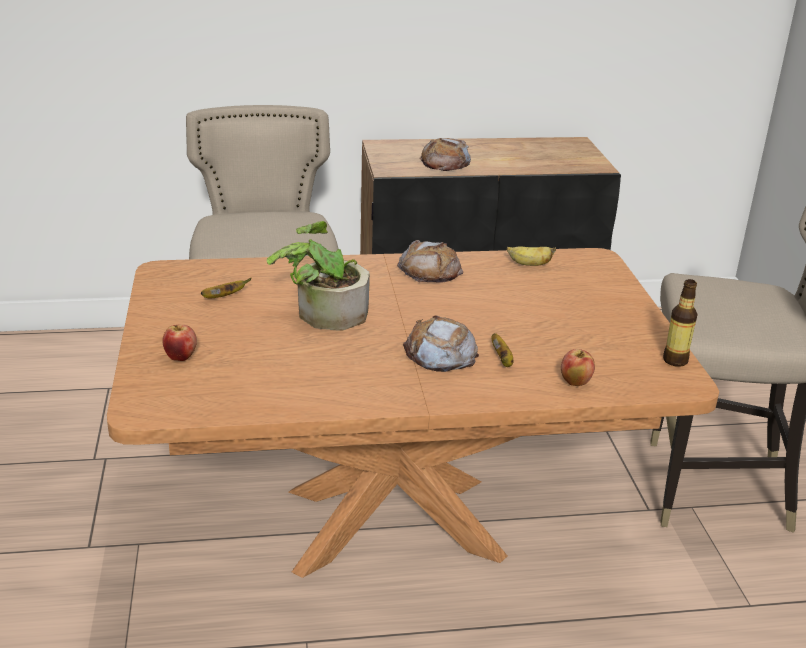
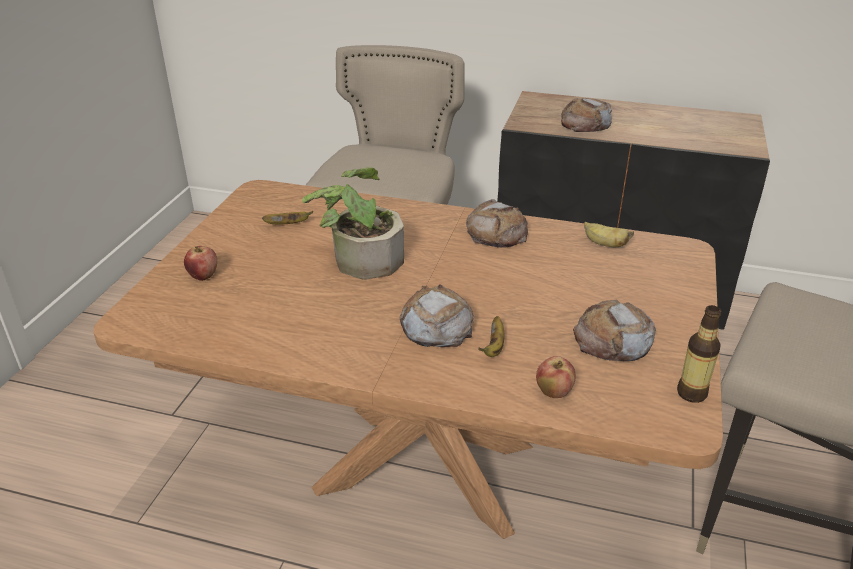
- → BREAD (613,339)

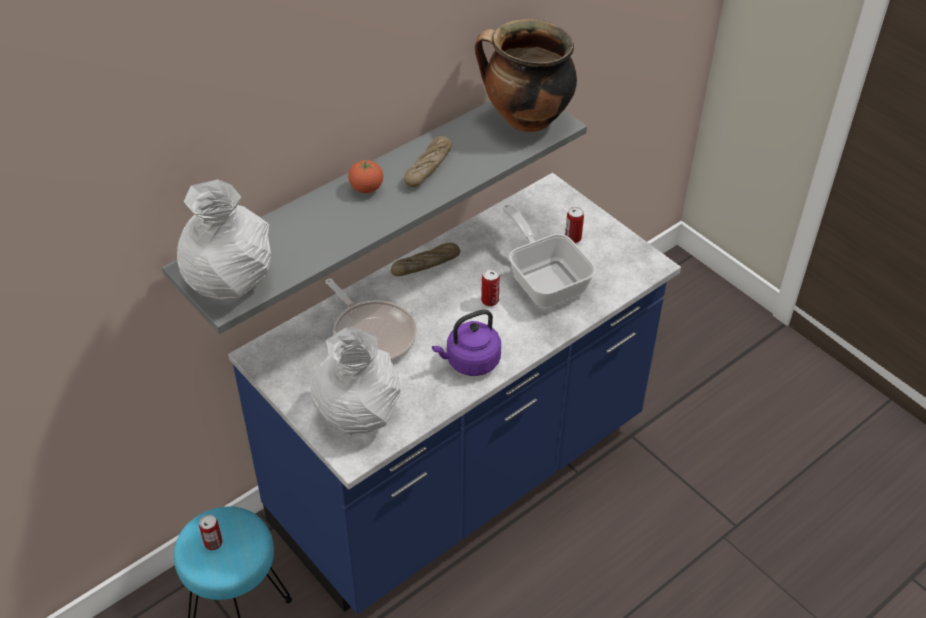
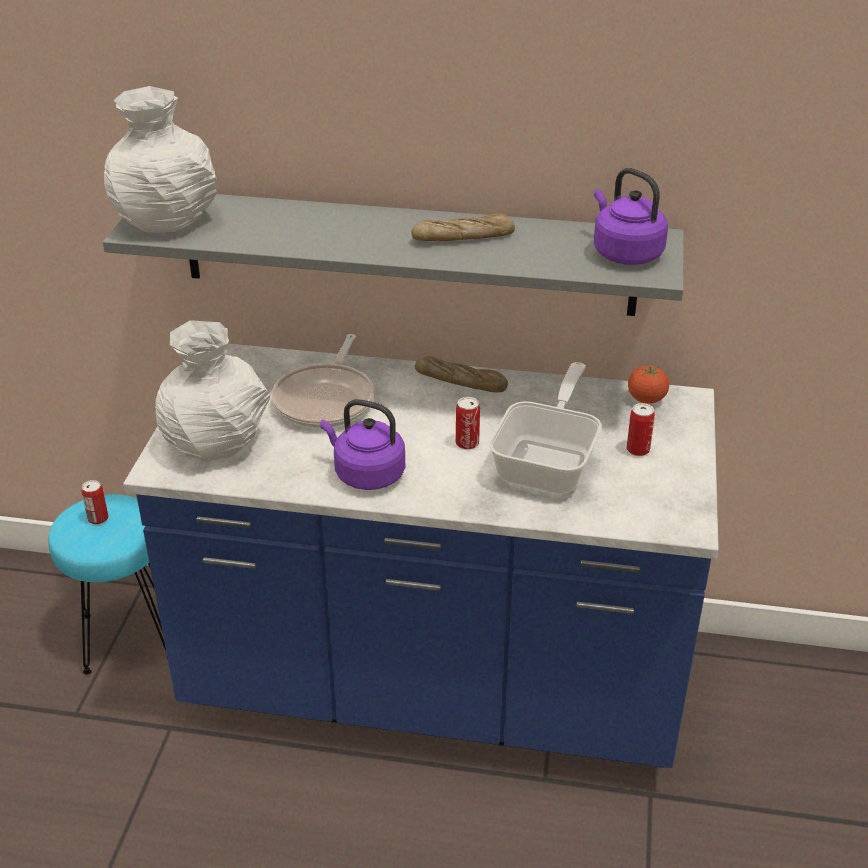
WHOLE TOMATO (366,188) → WHOLE TOMATO (646,399), relocated
COOKING POT (525,120) → PURPLE TEA KETTLE (624,253)

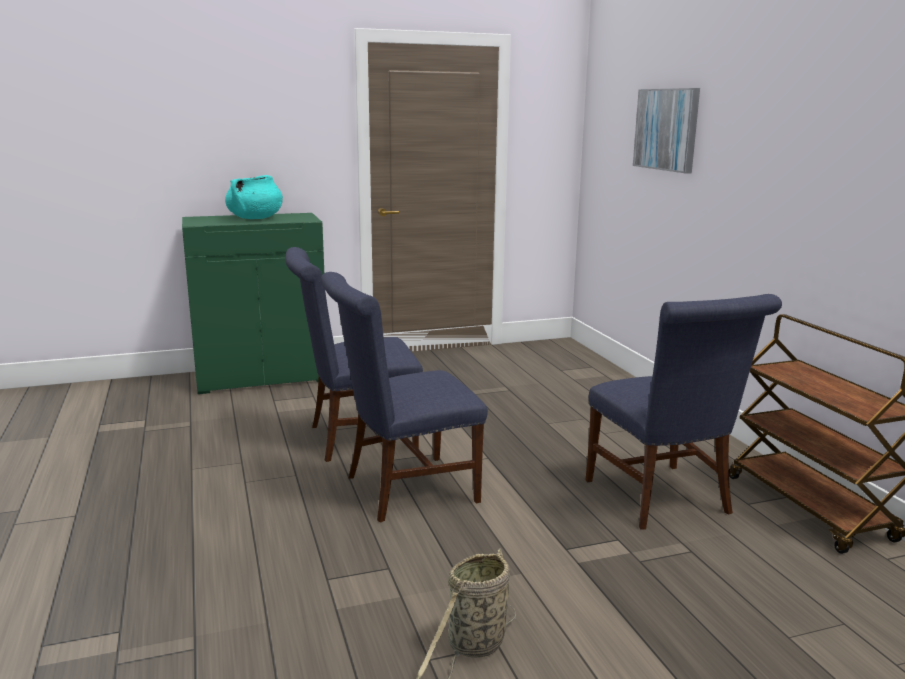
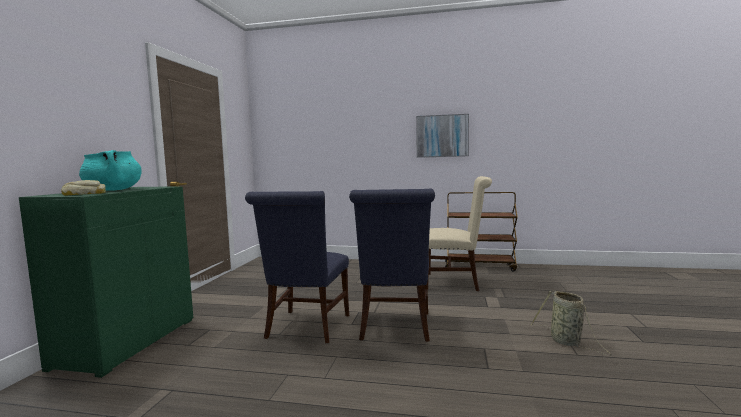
BLUE CHAIR (662,500) → BEIGE CHAIR (456,282)
PICTURE (666,129) → PICTURE (442,136), relocated
- → BREAD (84,194)

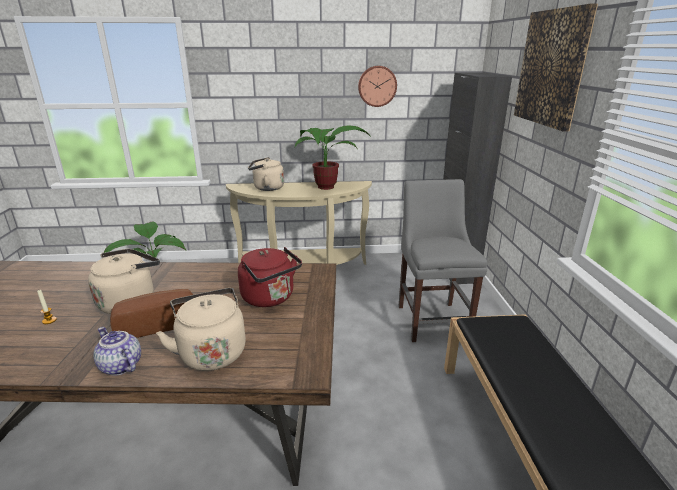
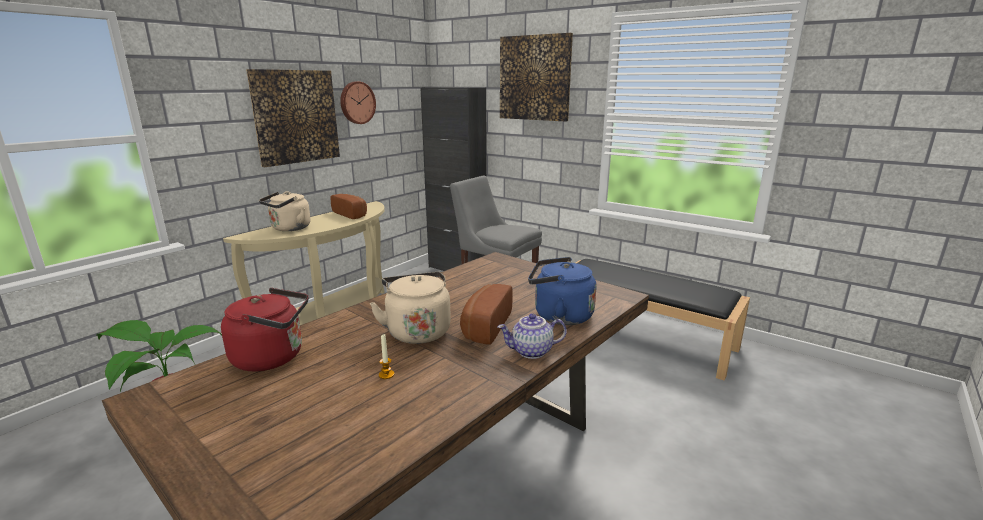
BEIGE TEA KETTLE (211,351) → BLUE TEA KETTLE (559,316)
REDDISH TEA KETTLE (270,298) → REDDISH TEA KETTLE (273,357), relocated
POTTED PLANT (326,188) → BREAD (352,214)
- → PICTURE (295,116)

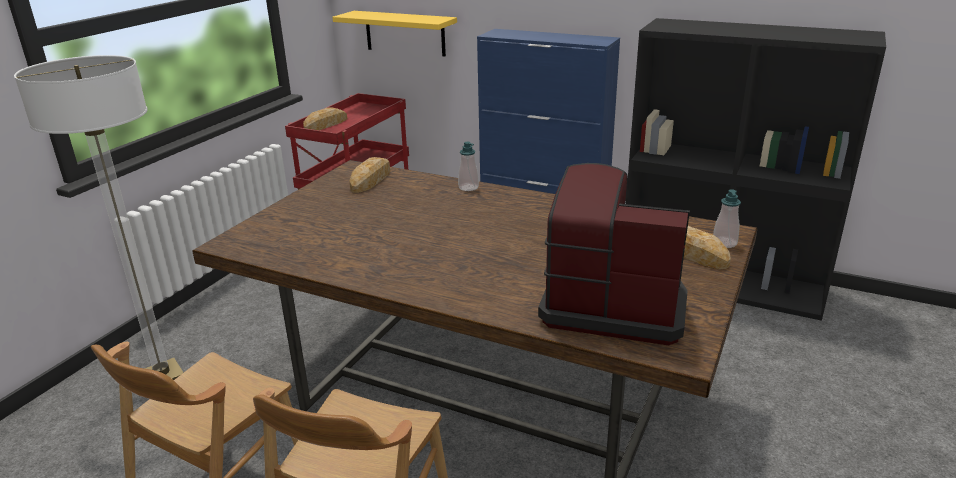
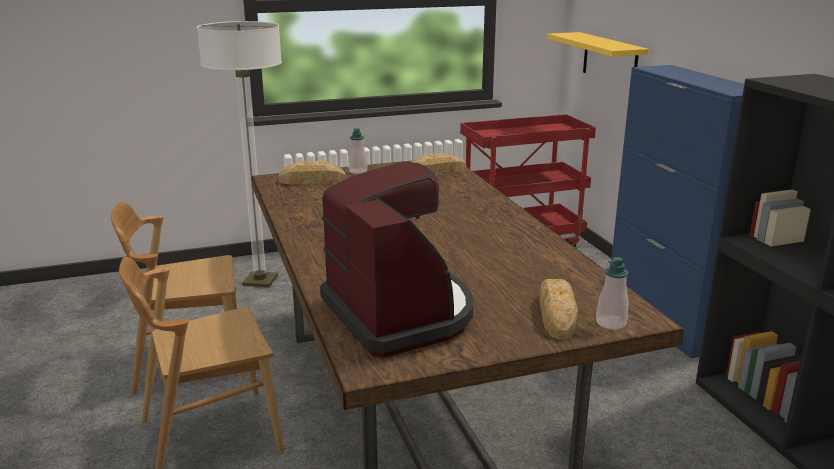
BREAD (326,124) → BREAD (312,180), relocated
LIQUID SOAP BOTTLE (468,187) → LIQUID SOAP BOTTLE (358,171), relocated

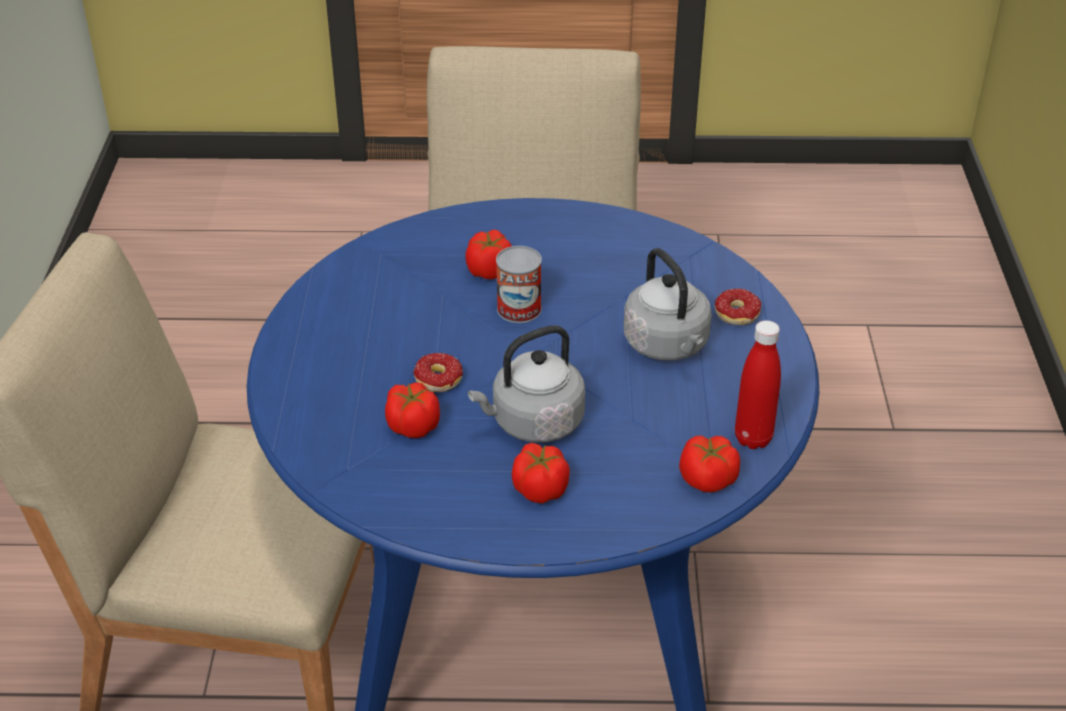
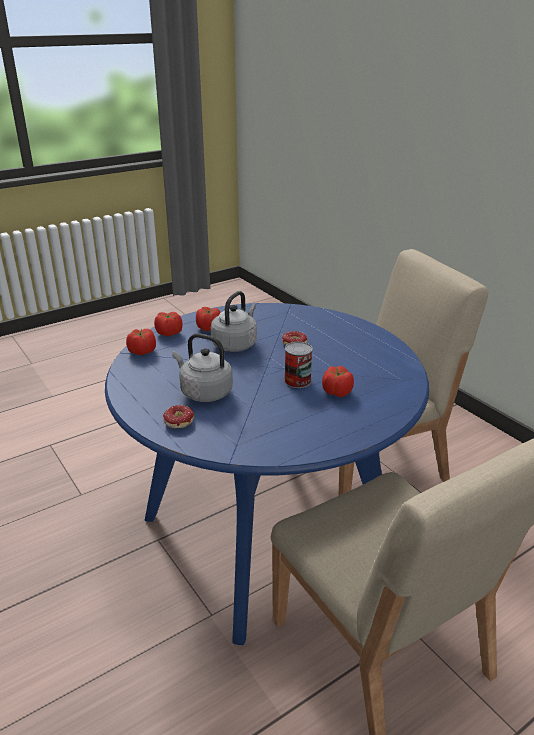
WHOLE TOMATO (413,426) → WHOLE TOMATO (169,333), relocated
REDDISH BOTTLE (753,438) → -

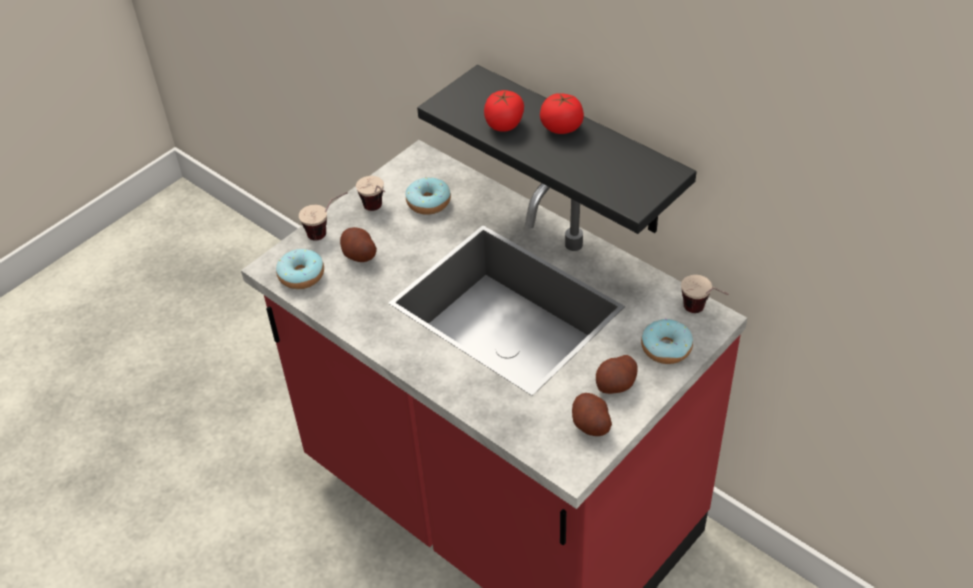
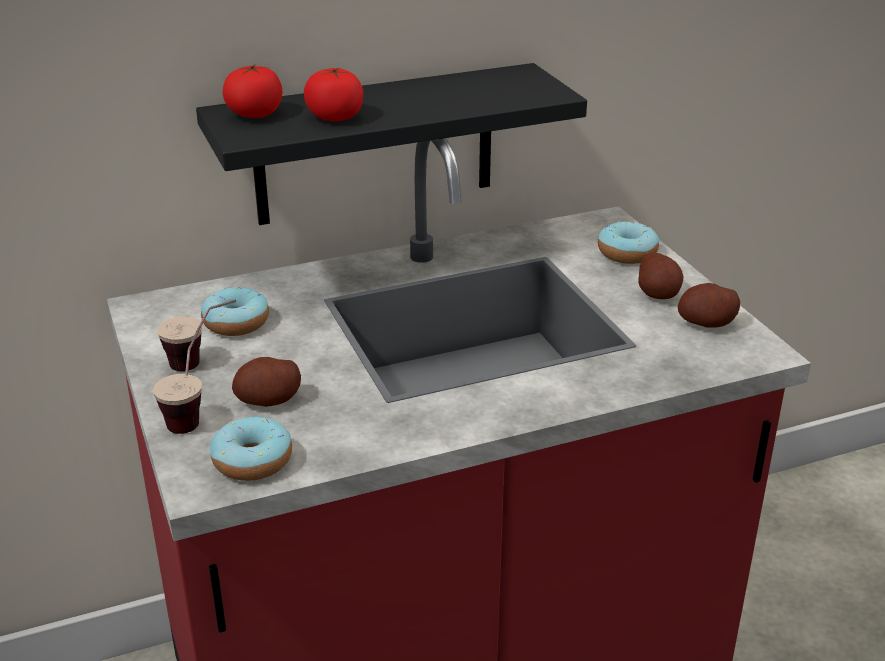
WHOLE TOMATO (561,127) → WHOLE TOMATO (255,114), relocated
CUP (702,313) → -

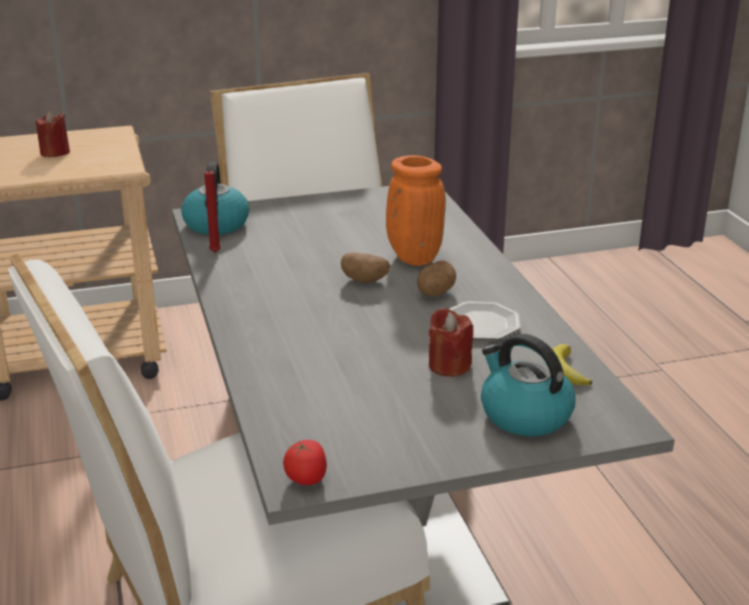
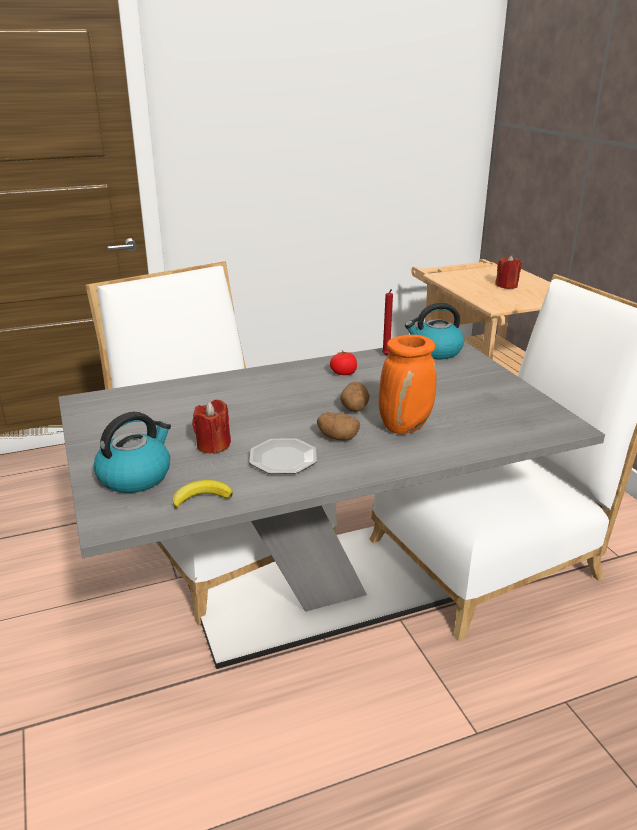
WHOLE TOMATO (306,478) → WHOLE TOMATO (343,373), relocated

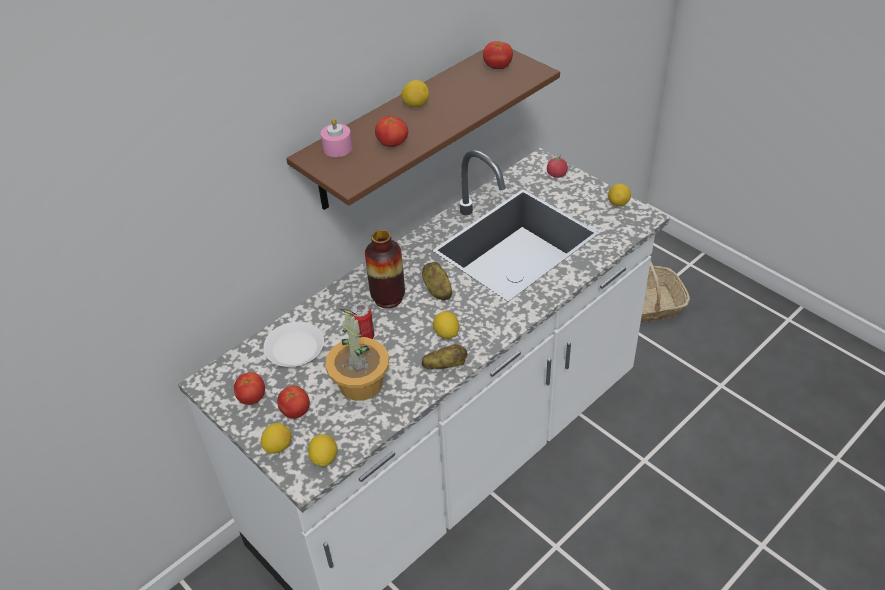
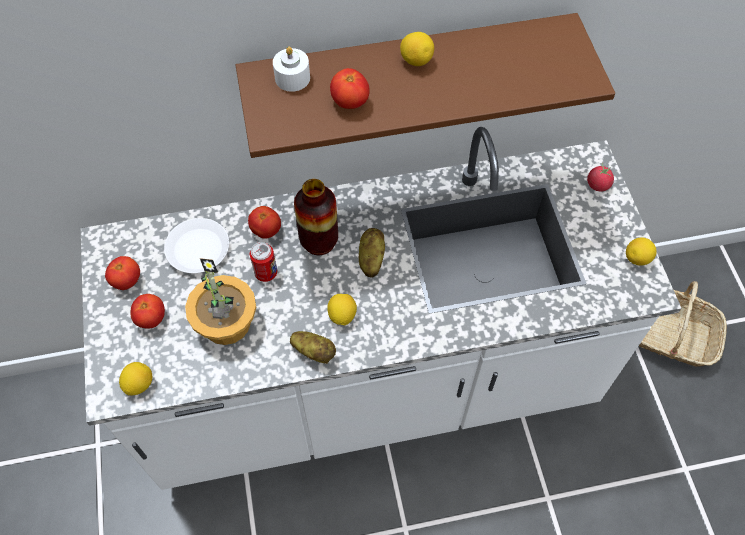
CITRUS FRUIT (278,446) → -
PINK-COLOURED CANDLE (337,148) → WHITISH CANDLE (292,78)
WHOLE TOMATO (498,67) → WHOLE TOMATO (266,230), relocated

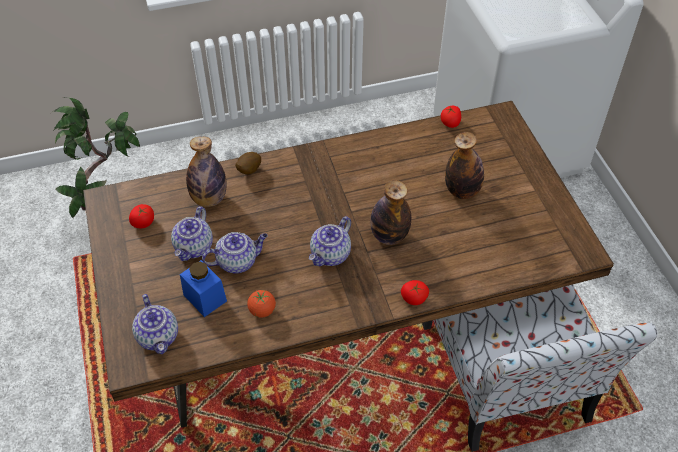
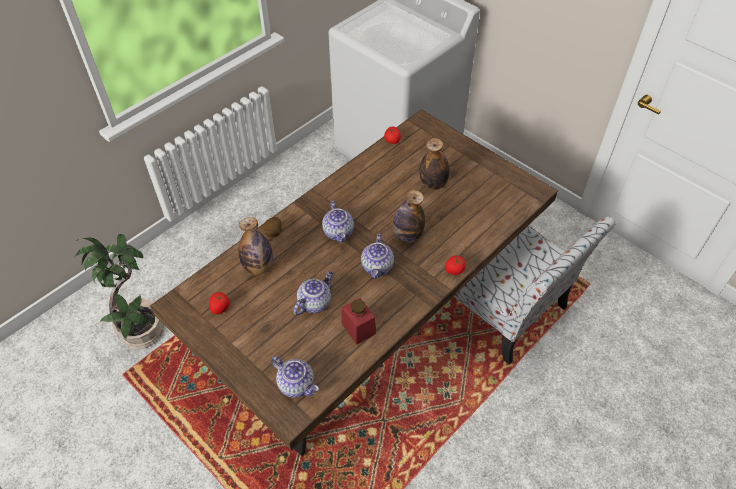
TEA POT (194,247) → TEA POT (339,232), relocated
BLUE JAR (205,298) → -
WHOLE TOMATO (262,310) → REDDISH JAR (358,328)

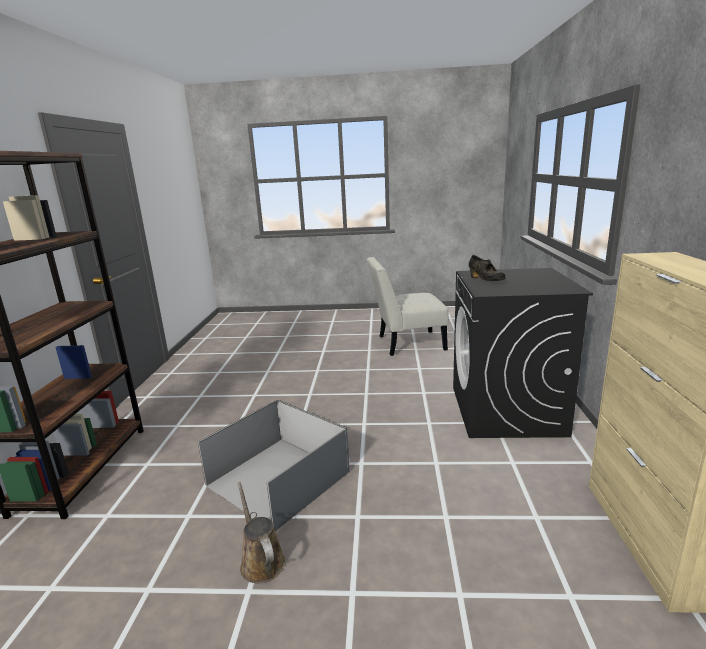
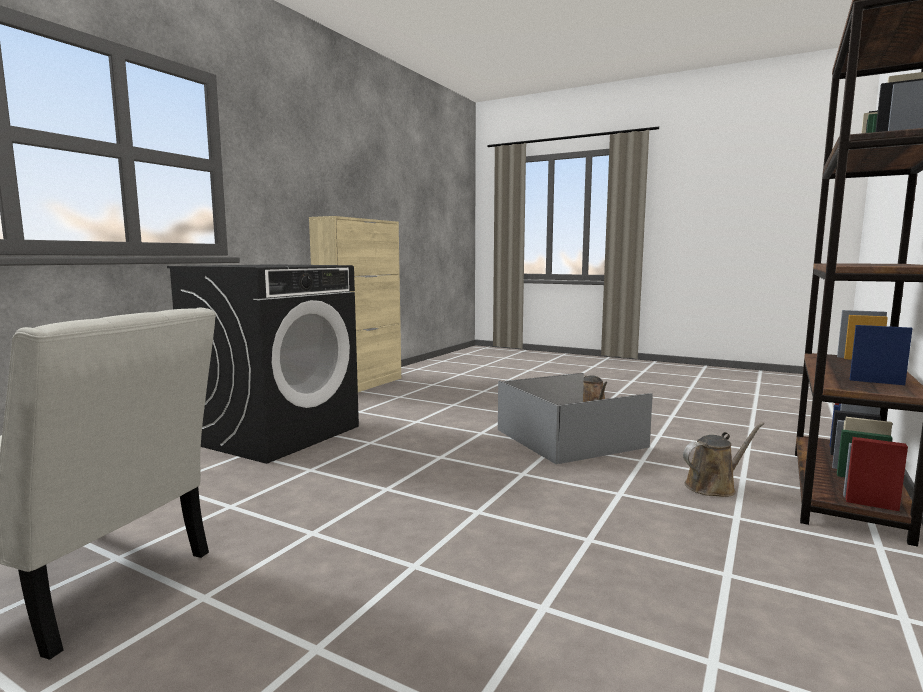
BLACK-COLOURED ITEM OF FOOTWEAR (485,280) → -
- → BROWN-COLOURED SPRINKLING CAN (714,486)

